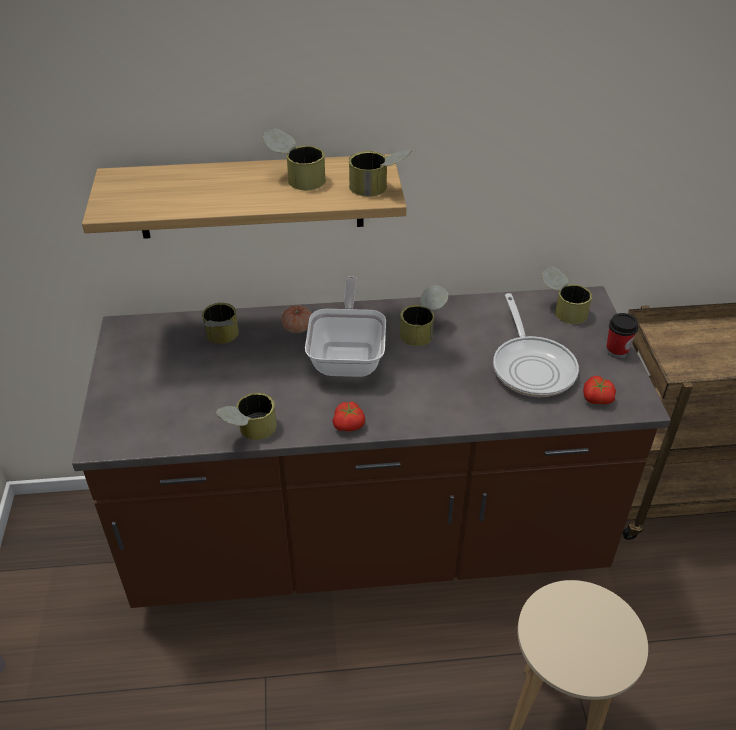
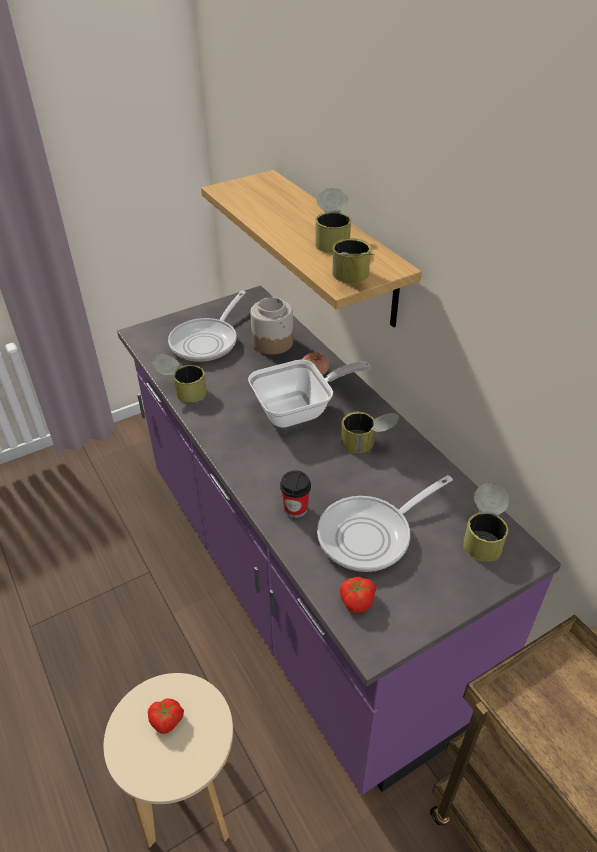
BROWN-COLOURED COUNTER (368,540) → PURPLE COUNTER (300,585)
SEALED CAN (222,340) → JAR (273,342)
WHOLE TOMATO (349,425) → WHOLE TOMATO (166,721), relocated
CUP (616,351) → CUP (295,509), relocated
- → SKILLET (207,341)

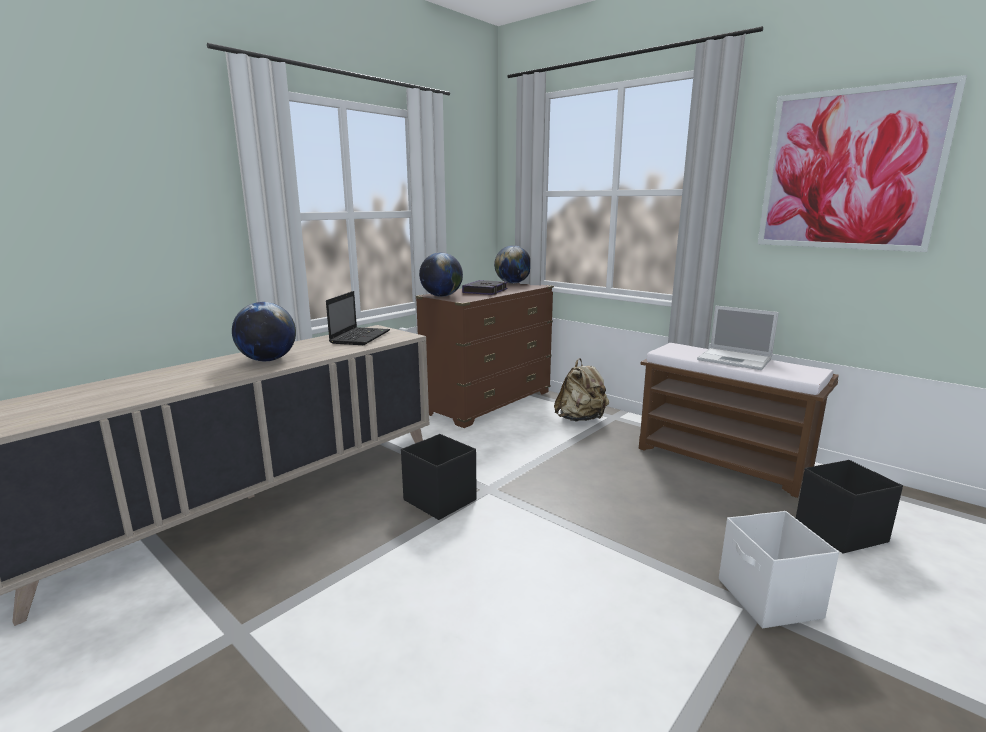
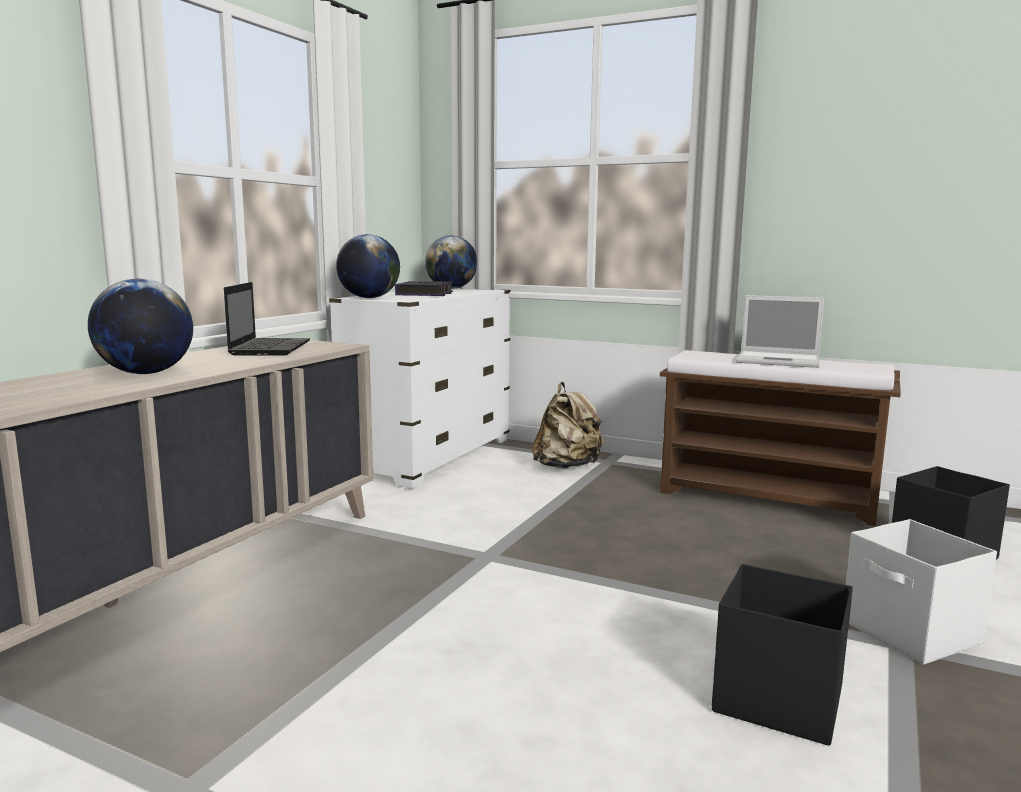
BLACK-COLOURED STORAGE BOX (439,499) → BLACK-COLOURED STORAGE BOX (776,699), relocated
BROWN-COLOURED DRESSER (488,403) → WHITISH DRESSER (430,457)
PICTURE (849,170) → -

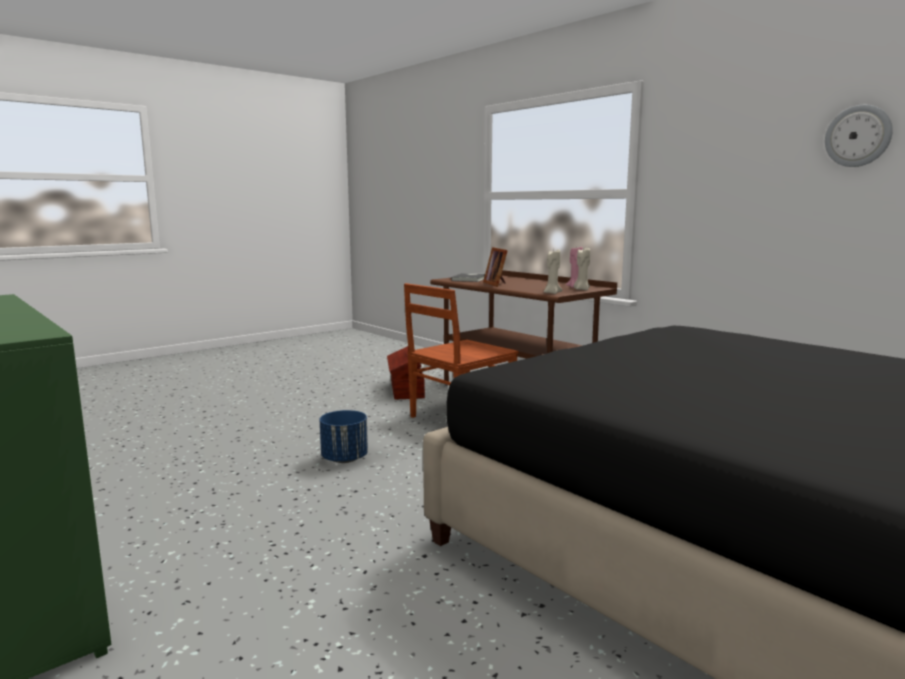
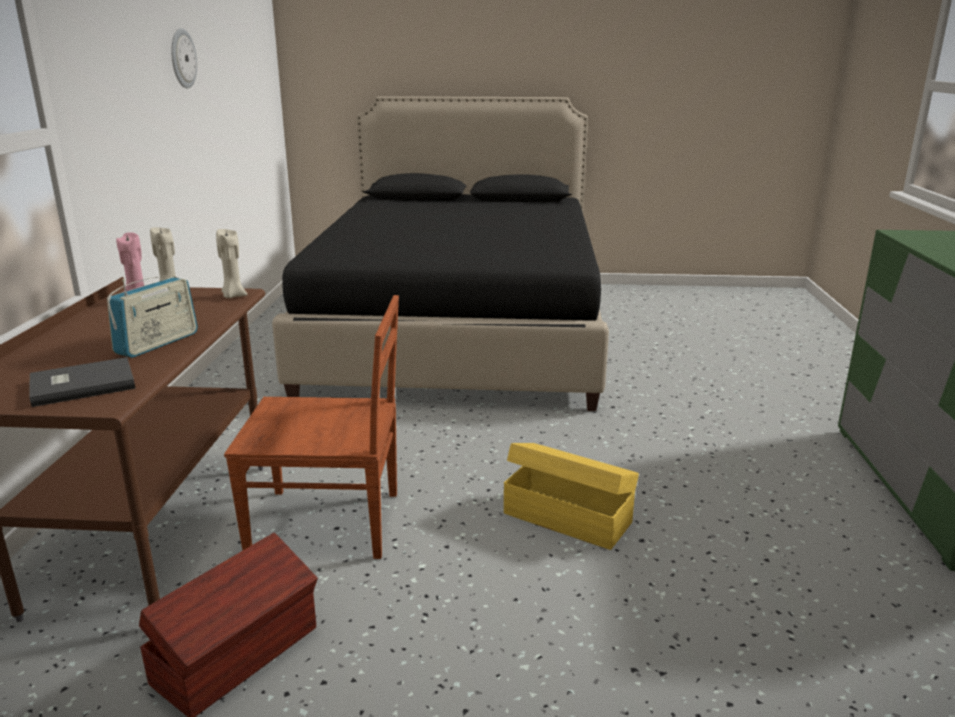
BLUE PLANTER (345,459) → YELLOWISH STORAGE BOX (567,516)
PHOTO FRAME (497,284) → RADIO SET (158,343)

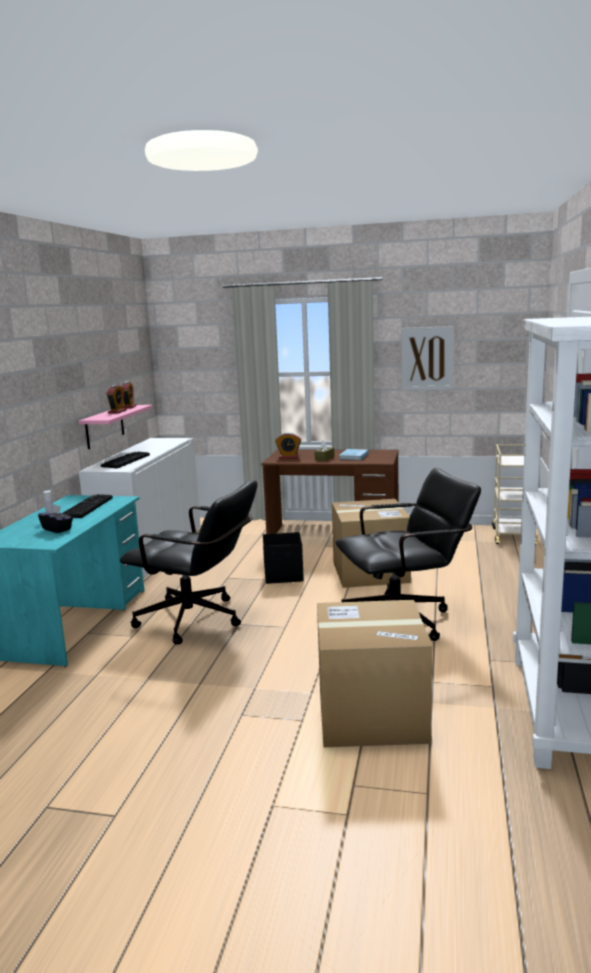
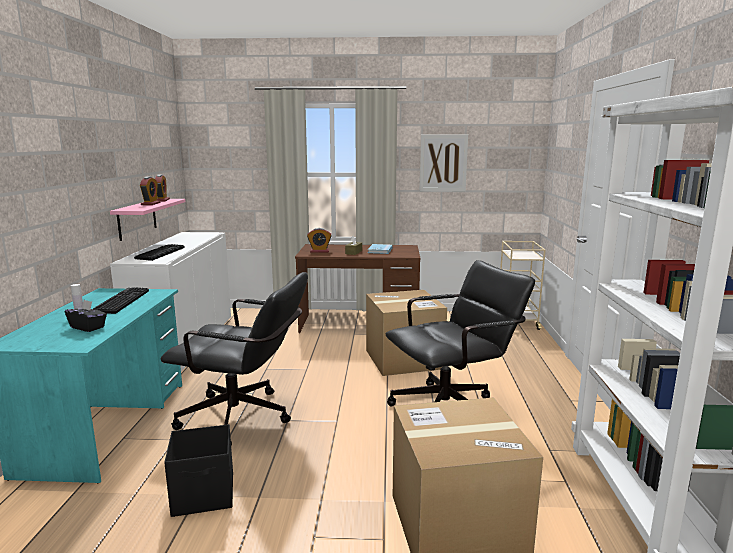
BLACK-COLOURED STORAGE BOX (284,576) → BLACK-COLOURED STORAGE BOX (204,495), relocated

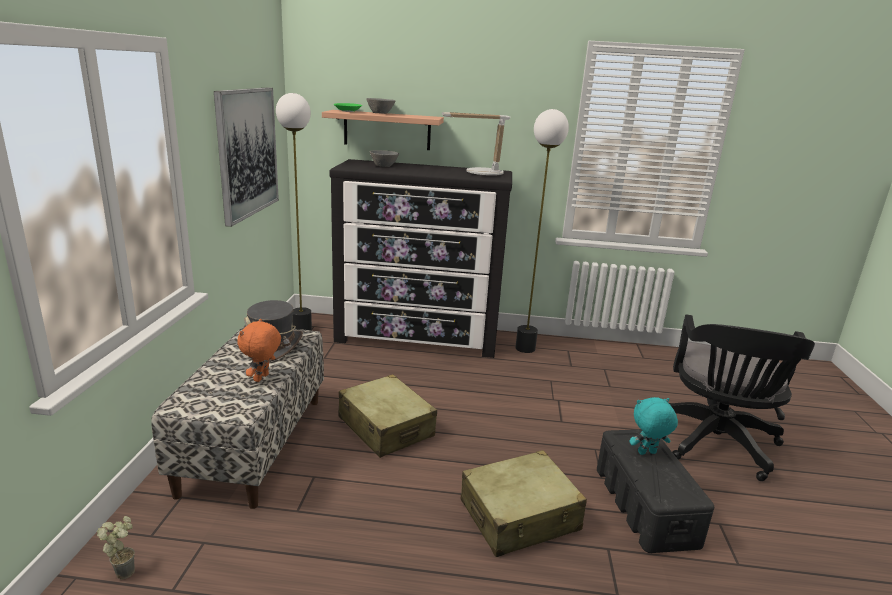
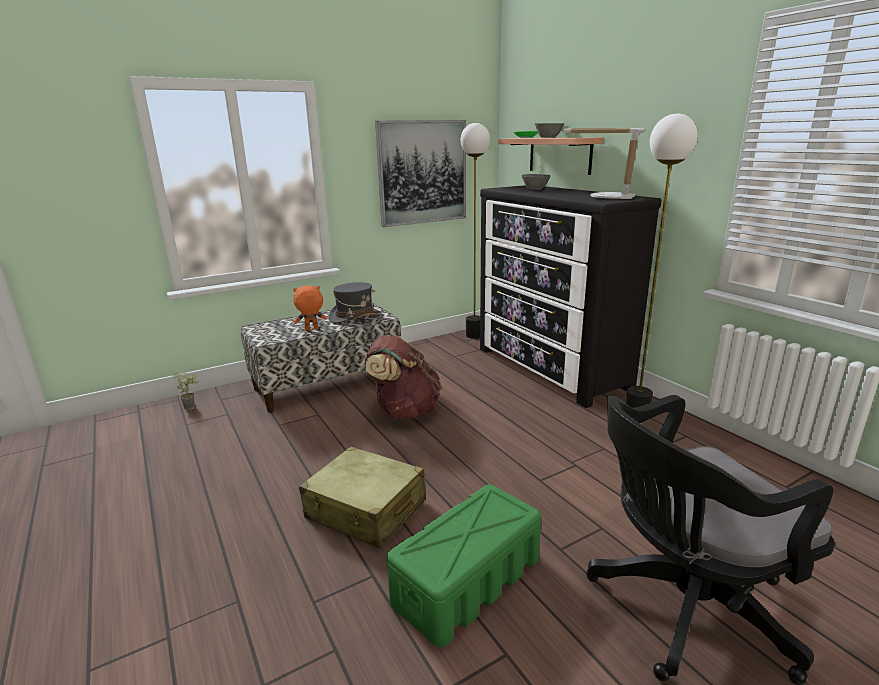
BEIGE PIECE OF LUGGAGE (386,427) → BROWN-COLOURED KNAPSACK (404,411)
BLACK-COLOURED STORAGE BOX (645,507) → GREEN STORAGE BOX (466,582)
TURQUOISE SOFT TOY (647,453) → -

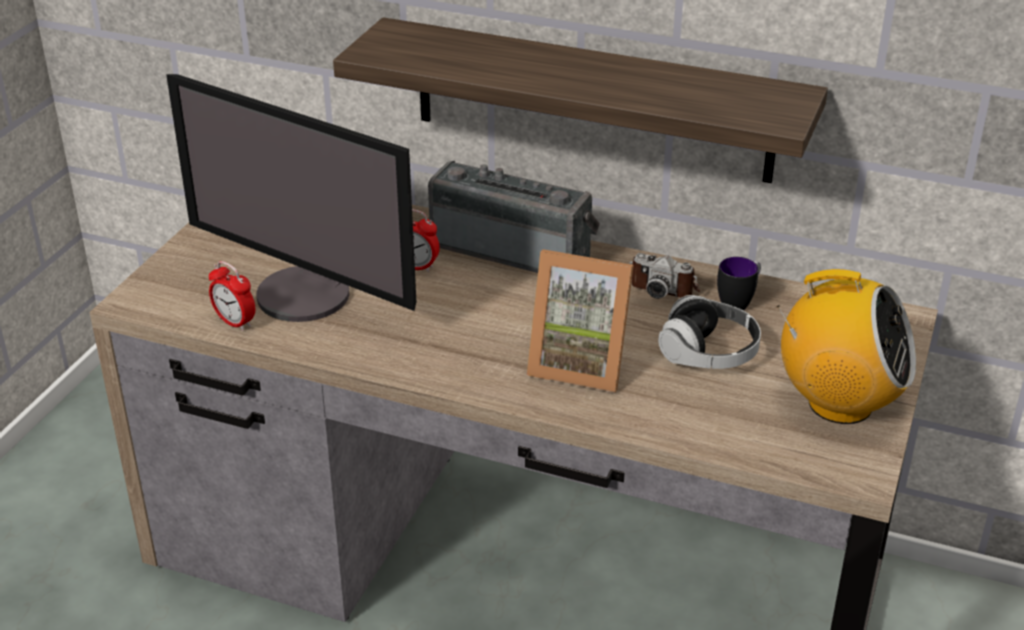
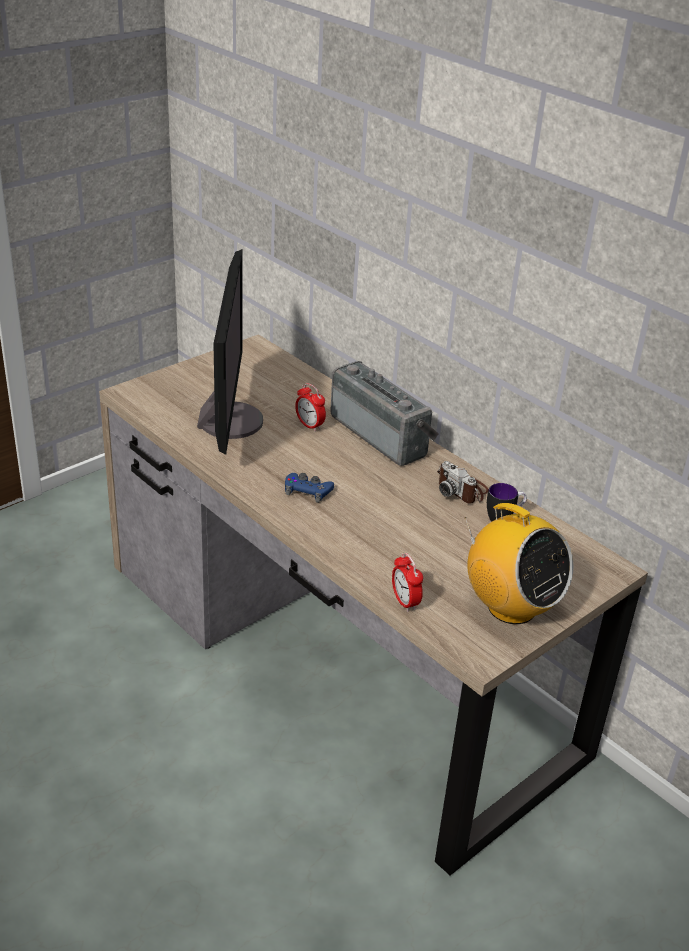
COMPUTER DISPLAY (306,294) → COMPUTER DISPLAY (229,420), 150 degrees counterclockwise
ALARM CLOCK (235,322) → ALARM CLOCK (405,602), relocated
BRACKET SHELF (592,100) → -
PHOTO FRAME (580,364) → -
HEADSET (708,354) → -
- → BLUE GAMEPAD (307,491)

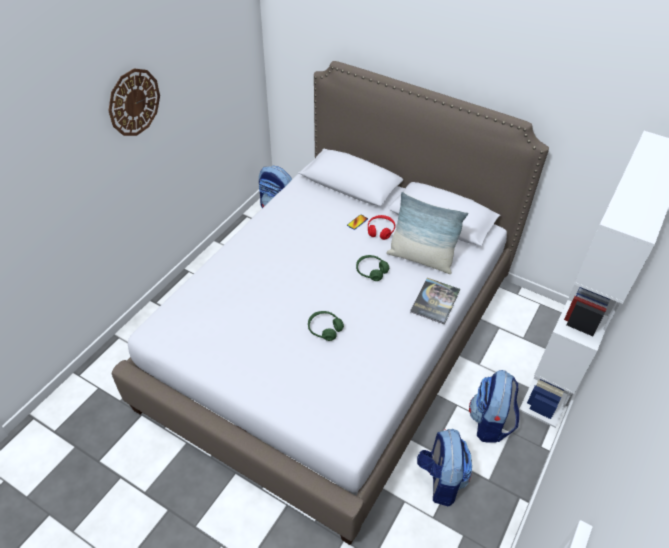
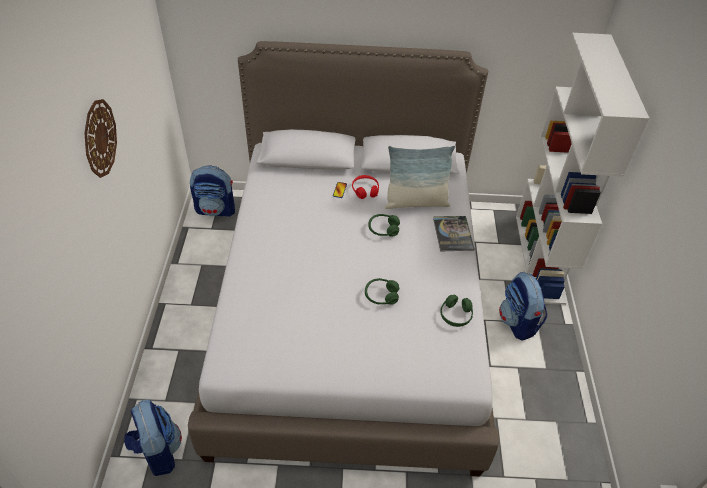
KNAPSACK (440,479) → KNAPSACK (158,451), relocated
- → GREEN HEADSET (455,315)

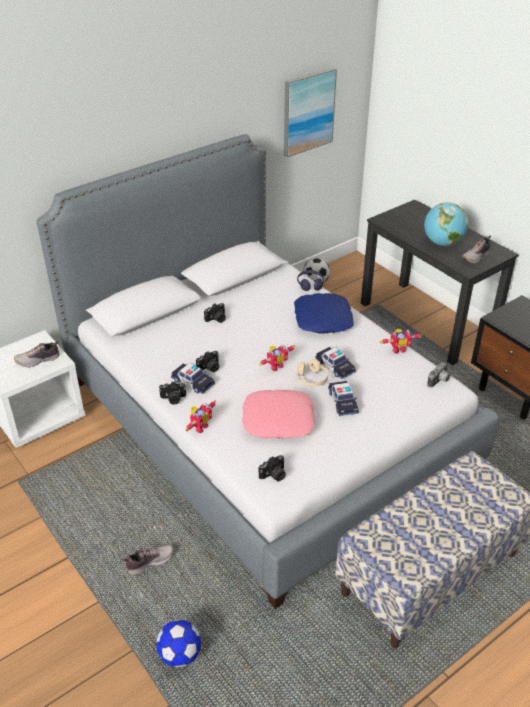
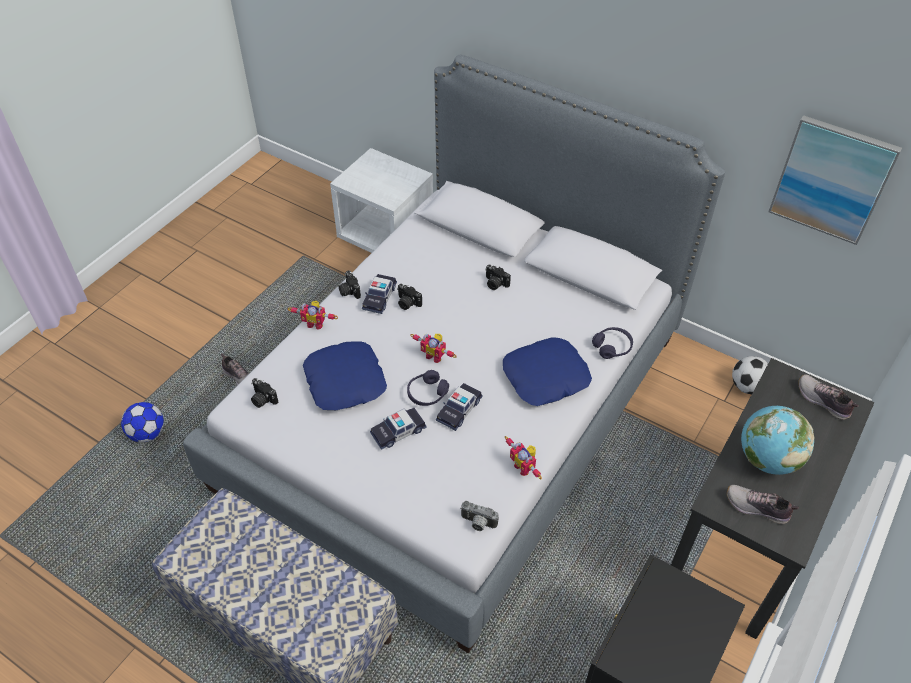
ITEM OF FOOTWEAR (38,360) → ITEM OF FOOTWEAR (823,401), relocated
PINK-COLOURED PILLOW (278,420) → BLUE PILLOW (346,381)
BEIGE HEADSET (311,378) → PURPLE HEADSET (427,393)

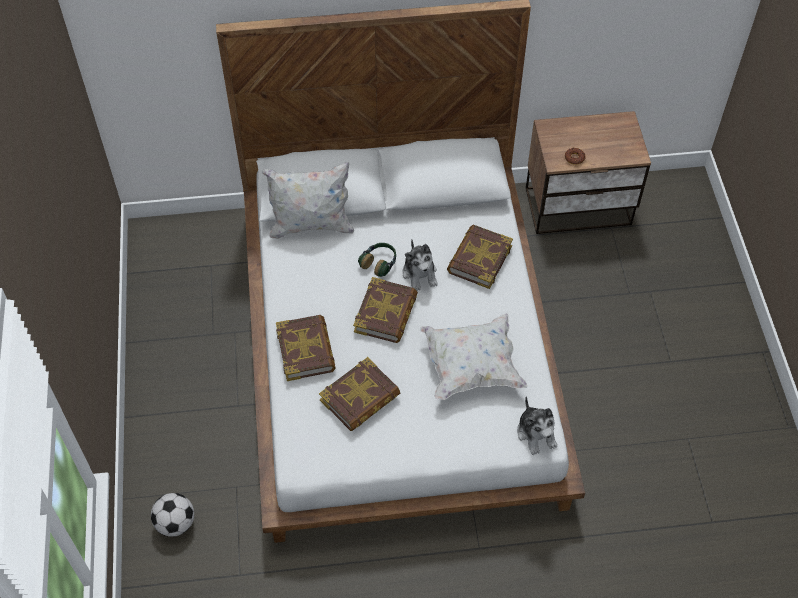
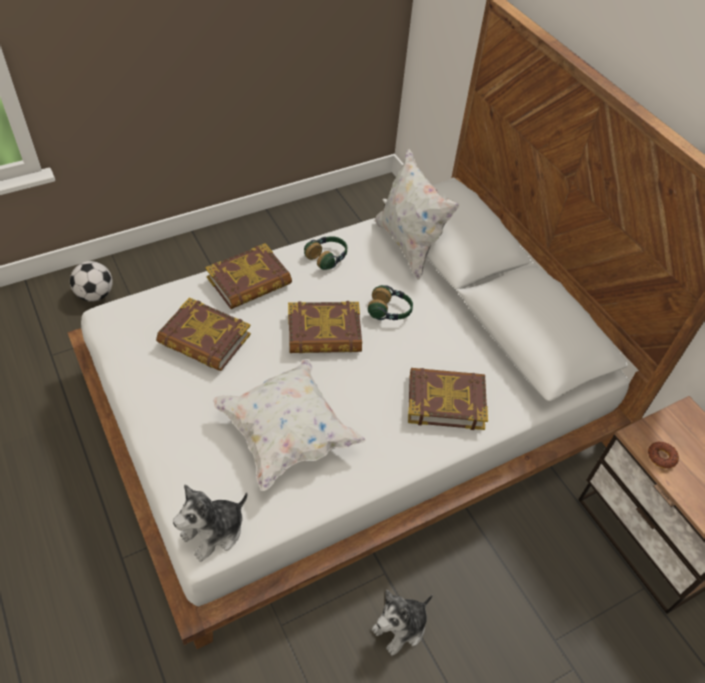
SOFT TOY (420,273) → SOFT TOY (401,627), relocated
- → HEADSET (327,258)

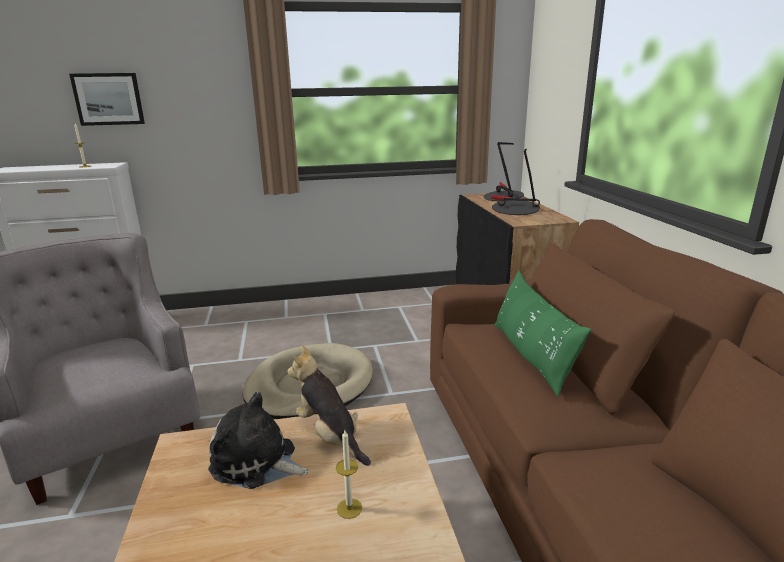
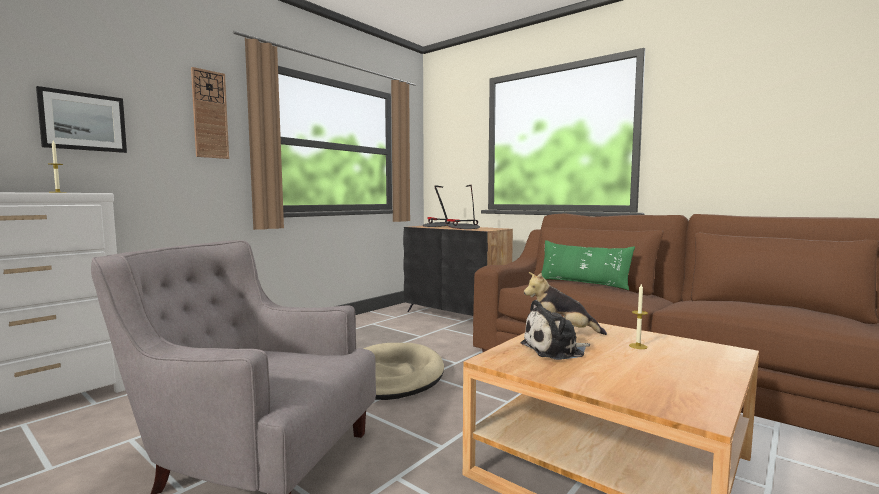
- → WALL CLOCK (210,114)

